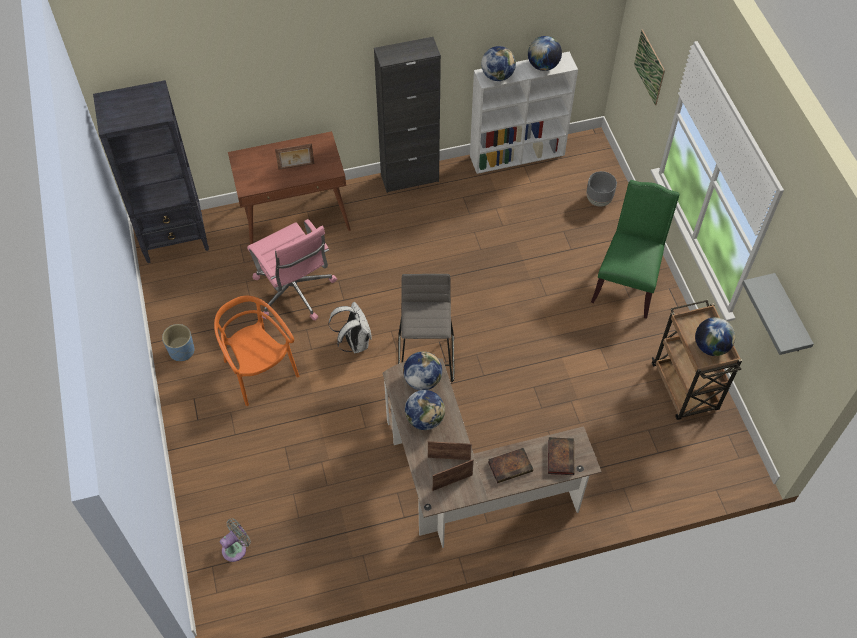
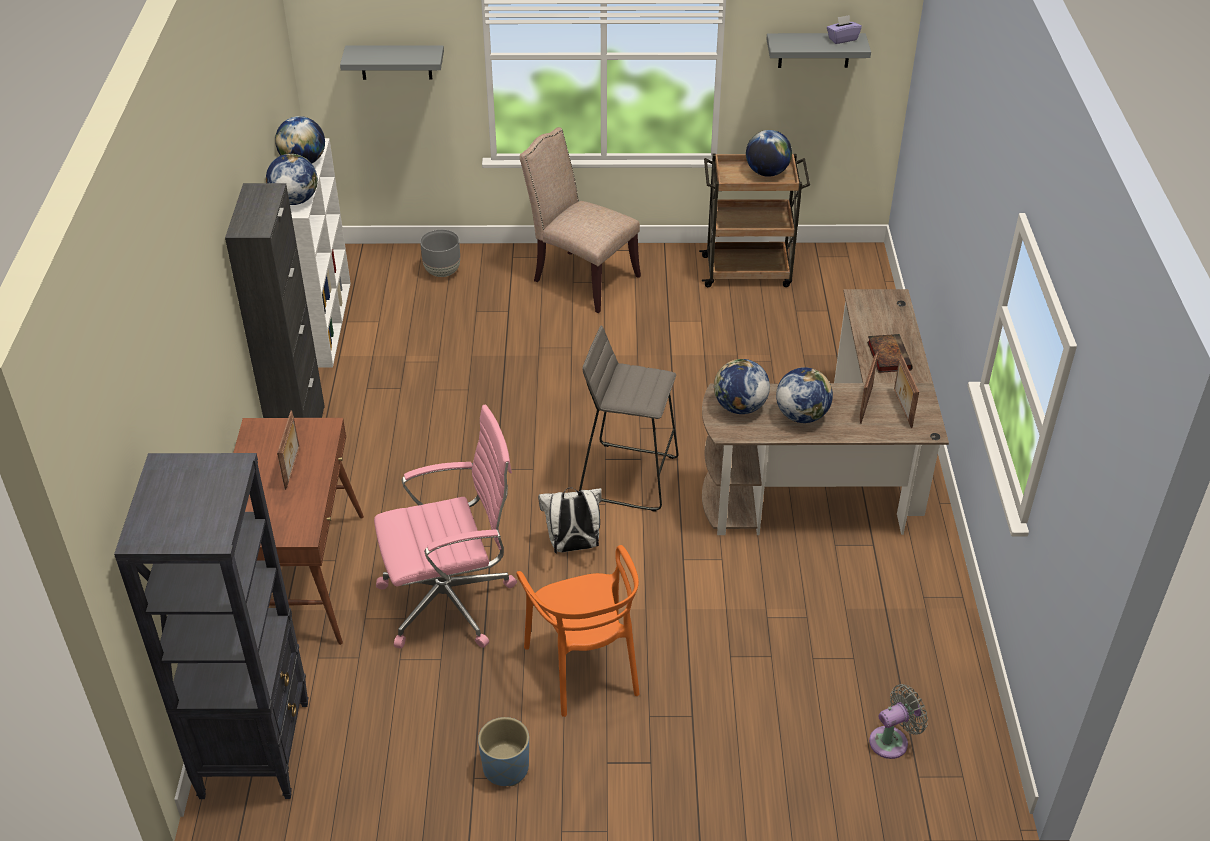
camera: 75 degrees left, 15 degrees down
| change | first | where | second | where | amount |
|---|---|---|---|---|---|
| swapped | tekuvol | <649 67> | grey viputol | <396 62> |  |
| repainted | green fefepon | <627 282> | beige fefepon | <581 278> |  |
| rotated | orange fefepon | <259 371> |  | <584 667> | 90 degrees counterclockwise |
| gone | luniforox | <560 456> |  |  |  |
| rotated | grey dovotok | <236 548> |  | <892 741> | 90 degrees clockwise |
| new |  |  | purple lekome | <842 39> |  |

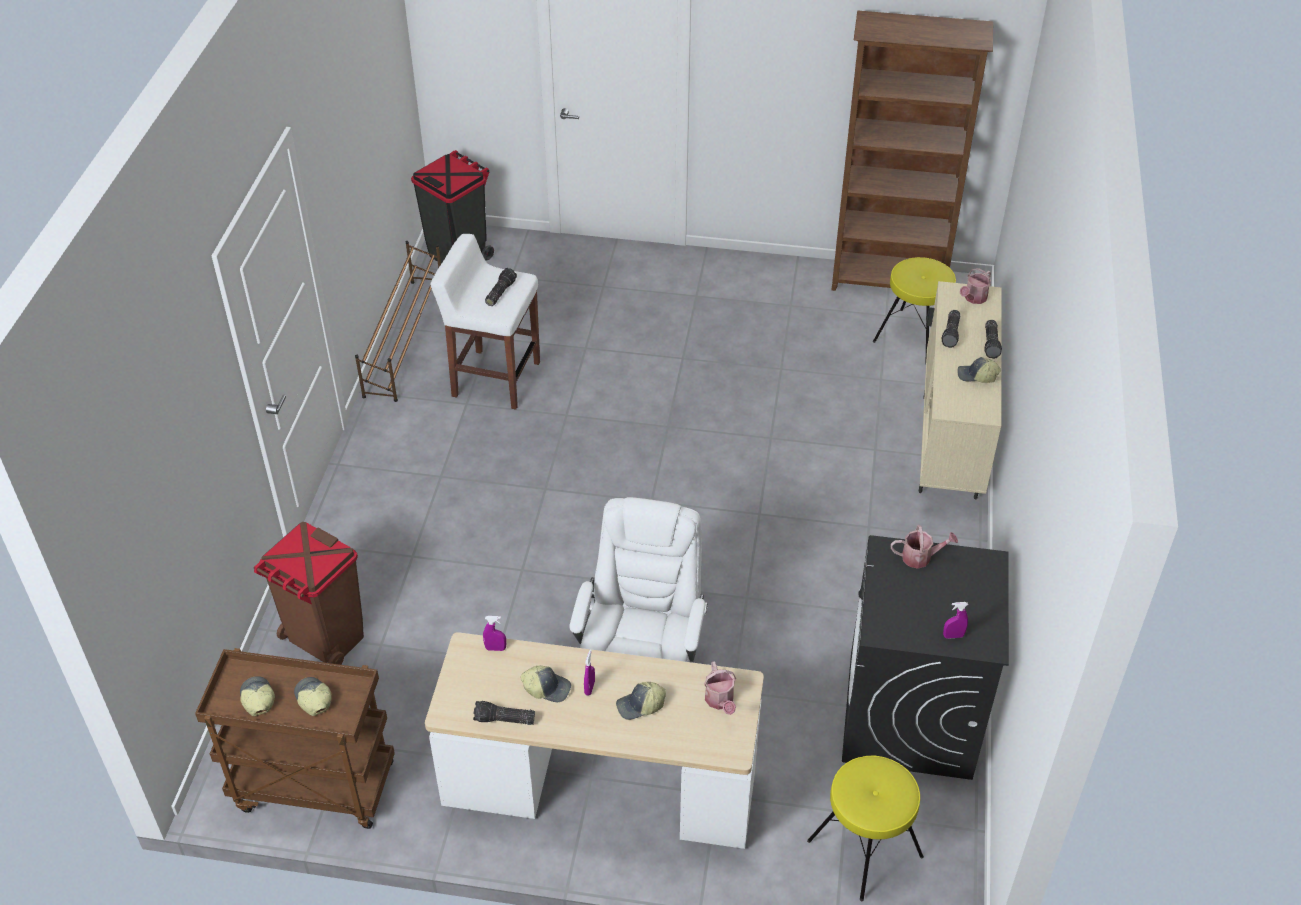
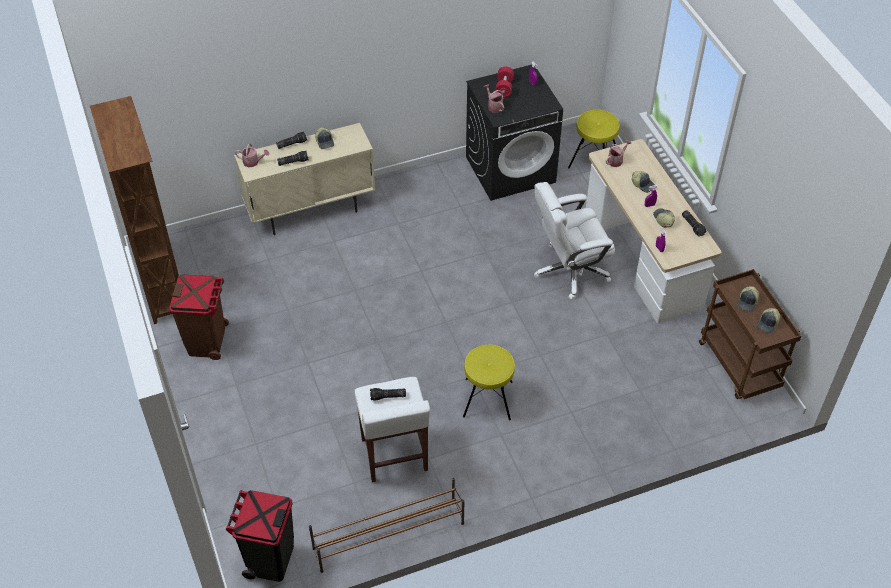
camera: 120 degrees left, 5 degrees up
| change | first | where | second | where | amount |
|---|---|---|---|---|---|
| shifted | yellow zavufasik | <913 336> |  | <488 399> |  |
| shifted | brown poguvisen | <325 639> |  | <207 341> |  |
| new |  |  | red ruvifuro | <504 88> |  |

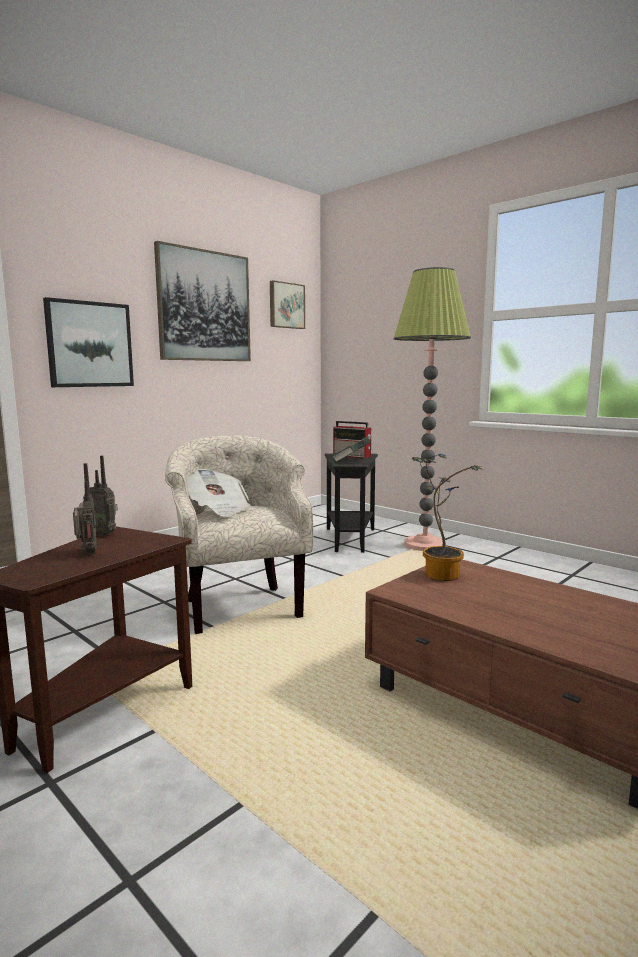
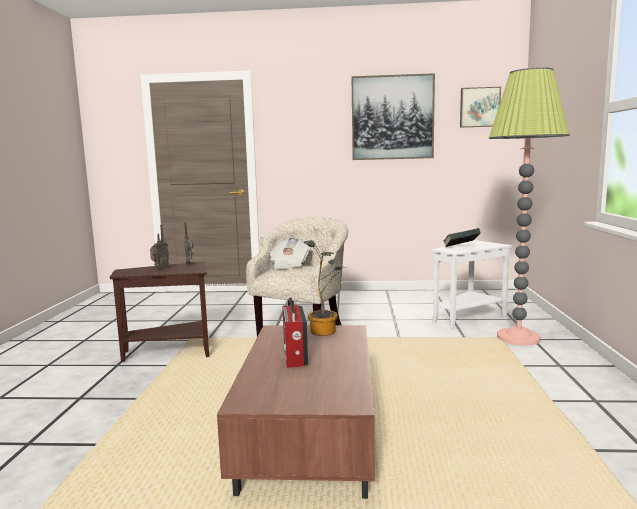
camera: 50 degrees right, 0 degrees up
| change | first | where | second | where | amount |
|---|---|---|---|---|---|
| gone | tekuvol | <89 344> |  |  |  |
| shifted | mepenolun | <352 456> |  | <294 356> |  |
| repainted | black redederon | <350 538> | white redederon | <468 317> |  |

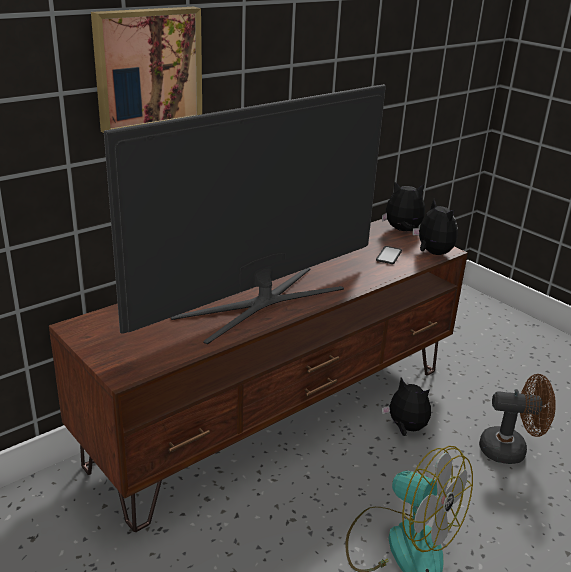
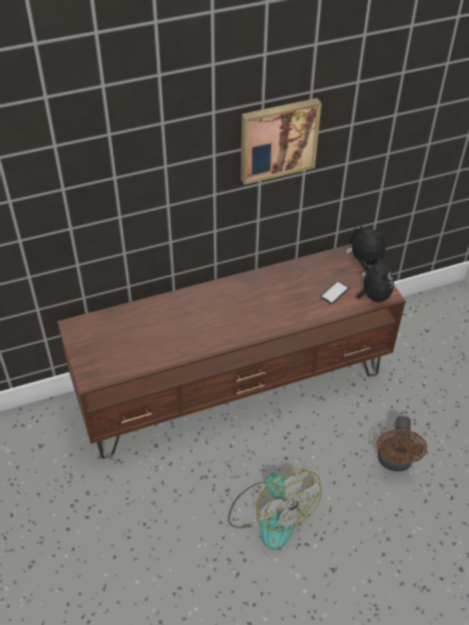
camera: 20 degrees right, 20 degrees up
| change | first | where | second | where | amount |
|---|---|---|---|---|---|
| shifted | tekuvol | <147 68> |  | <278 139> |  |
| gone | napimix | <261 302> |  |  |  |
| rotated | brown dovotok | <510 450> |  | <395 462> | 75 degrees clockwise |
| gone | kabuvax | <405 428> |  |  |  |

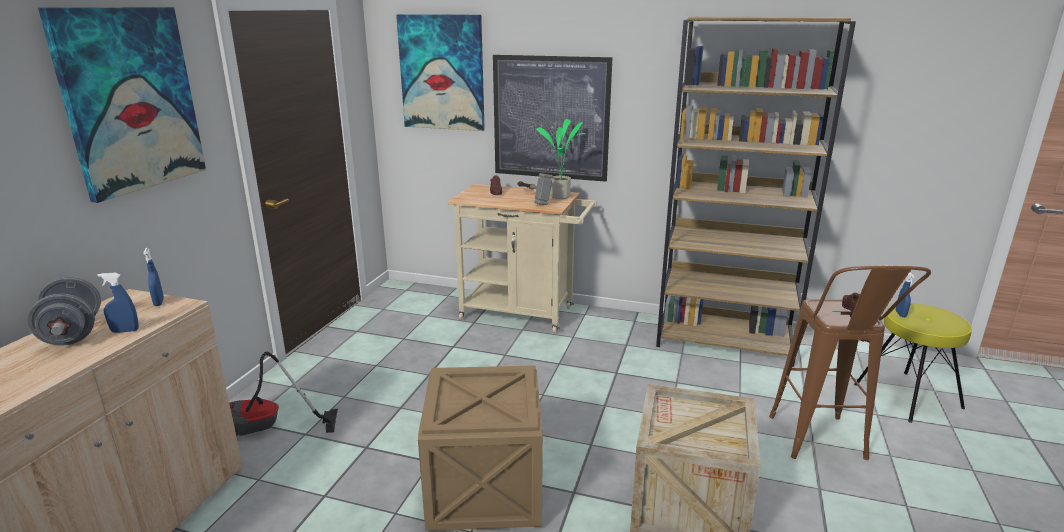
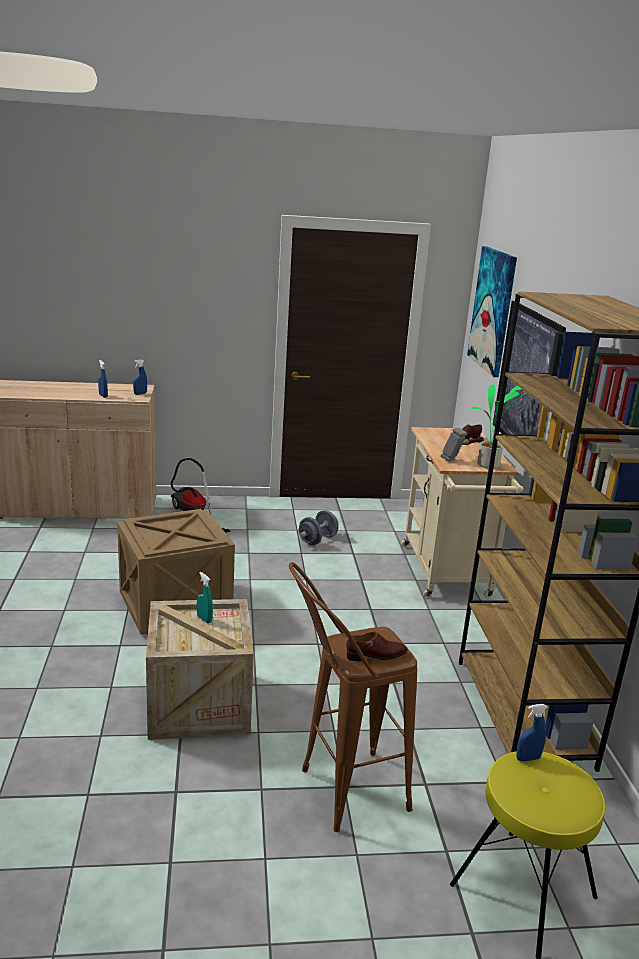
camera: 65 degrees right, 0 degrees up
| change | first | where | second | where | amount |
|---|---|---|---|---|---|
| gone | tekuvol | <131 100> |  |  |  |
| shifted | grey ruvifuro | <73 333> |  | <317 540> |  |
| new |  |  | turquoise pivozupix | <204 619> |  |

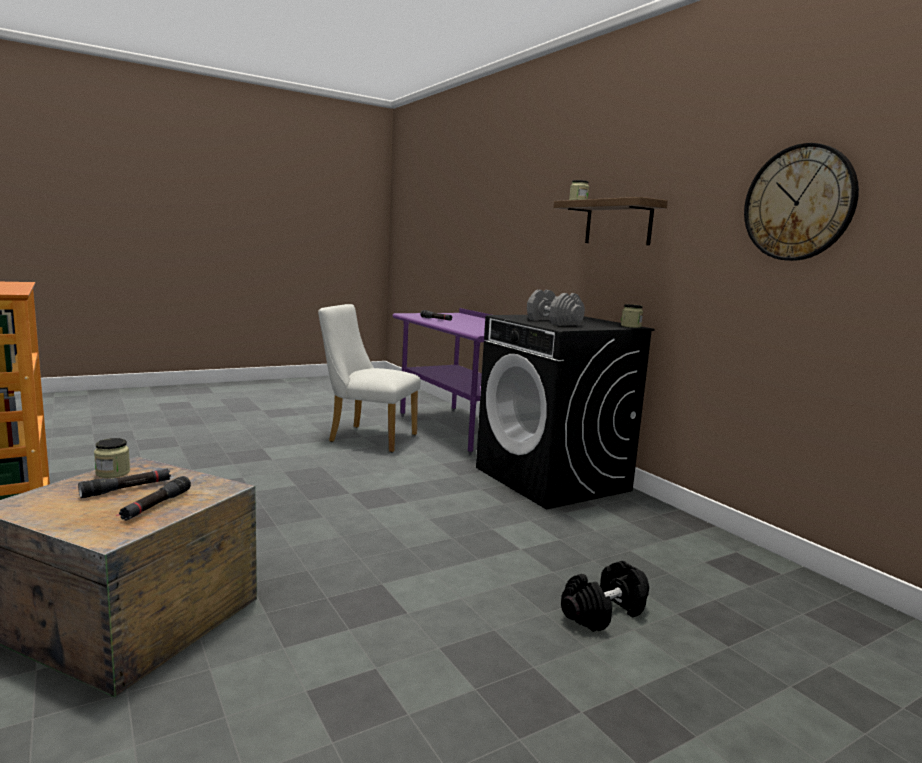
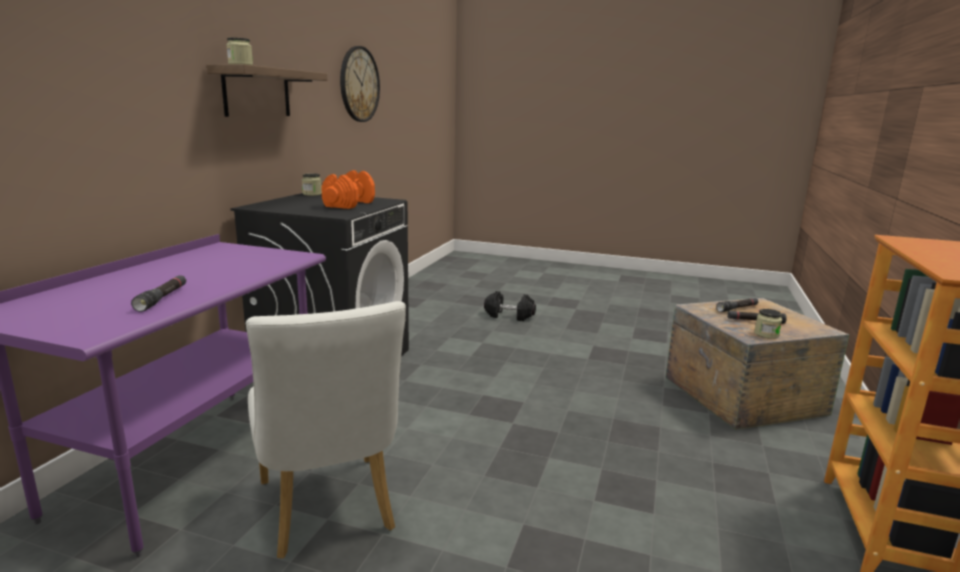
camera: 130 degrees left, 5 degrees up
| change | first | where | second | where | amount |
|---|---|---|---|---|---|
| repainted | grey ruvifuro | <554 322> | orange ruvifuro | <349 204> |  |

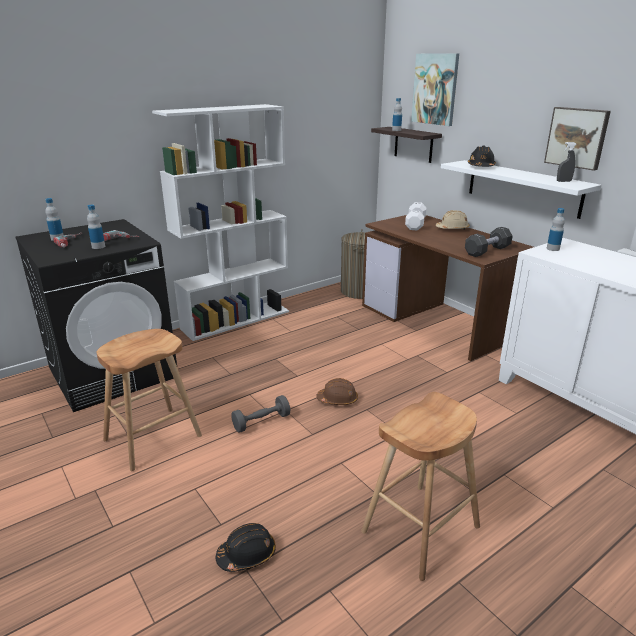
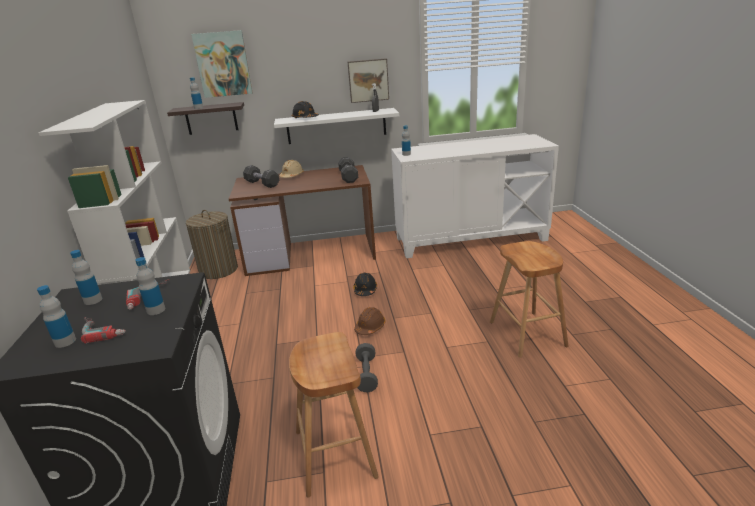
camera: 60 degrees left, 0 degrees up
| change | first | where | second | where | amount |
|---|---|---|---|---|---|
| repainted | white ruvifuro | <415 224> | black ruvifuro | <262 183> |  |
| shifted | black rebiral | <247 555> |  | <365 290> |  |
| new |  |  | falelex | <93 300> |  |

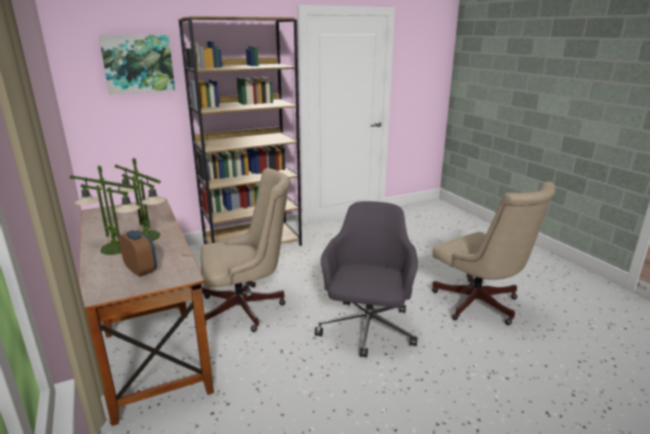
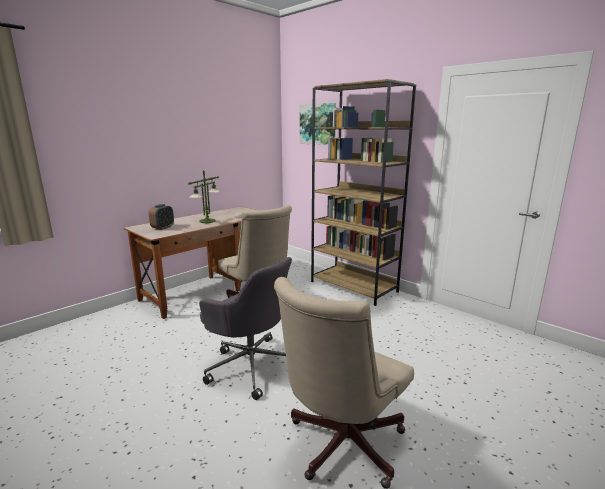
camera: 70 degrees right, 5 degrees down
| change | first | where | second | where | amount |
|---|---|---|---|---|---|
| gone | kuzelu | <116 248> |  |  |  |
| rotated | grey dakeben | <367 330> |  | <251 365> | 45 degrees clockwise |

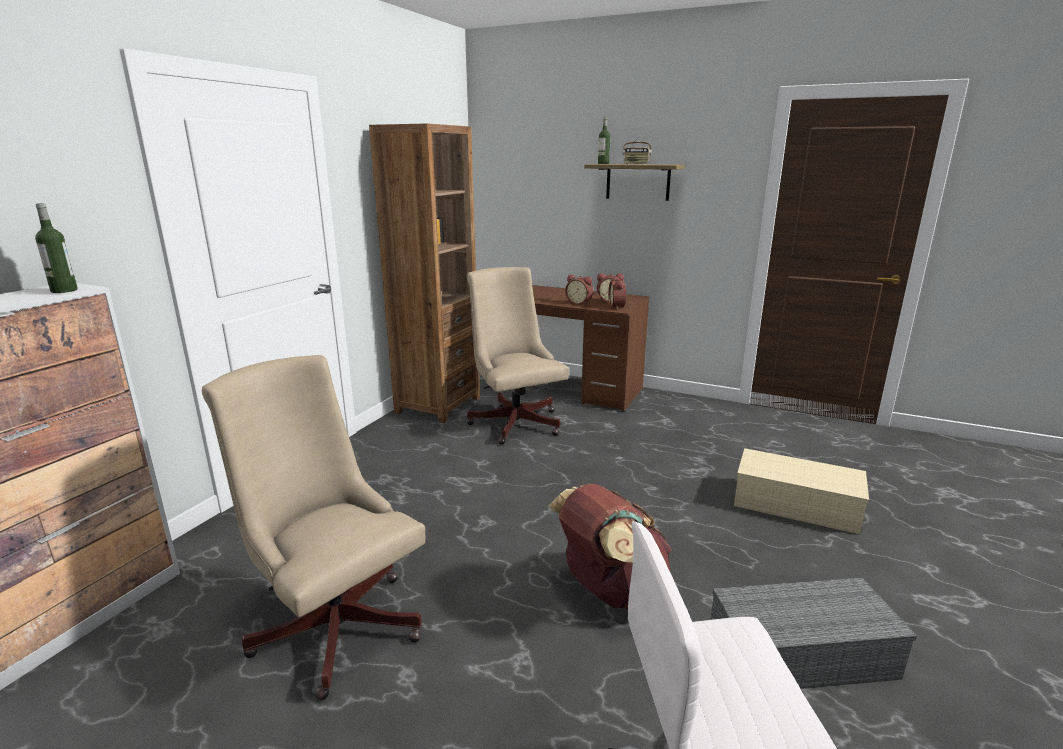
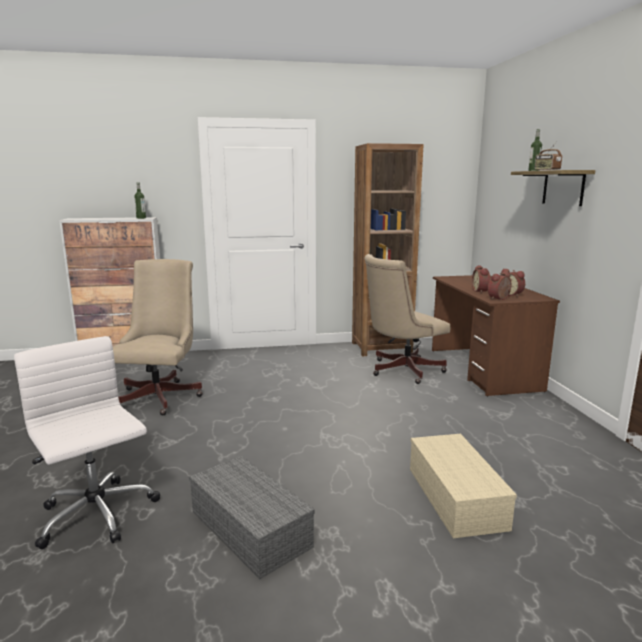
camera: 55 degrees right, 5 degrees down
| change | first | where | second | where | amount |
|---|---|---|---|---|---|
| rotated | beige dakeben | <514 421> |  | <401 370> | 150 degrees counterclockwise |
| gone | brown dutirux | <610 591> |  |  |  |

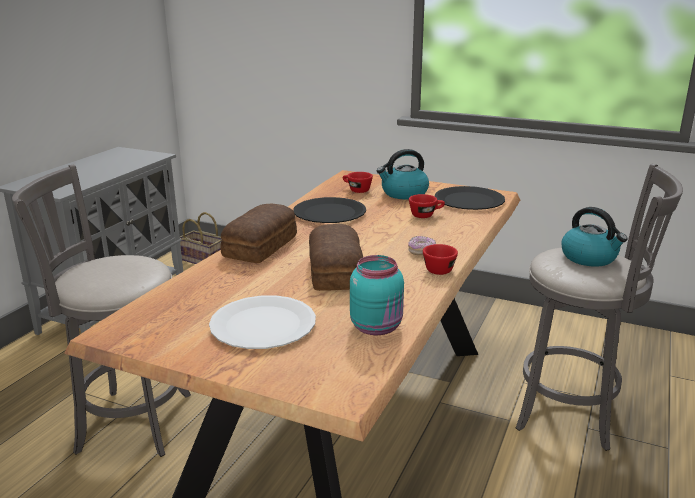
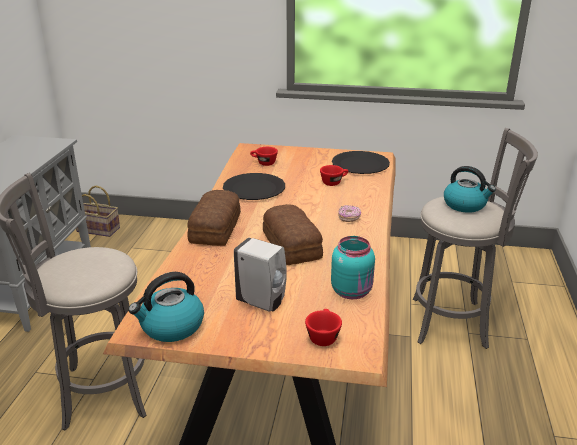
camera: 15 degrees left, 5 degrees up
| change | first | where | second | where | amount |
|---|---|---|---|---|---|
| shifted | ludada | <403 193> |  | <171 327> |  |
| shifted | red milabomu | <440 268> |  | <323 336> |  |
| swapped | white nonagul | <263 324> | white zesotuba | <262 302> |  |

